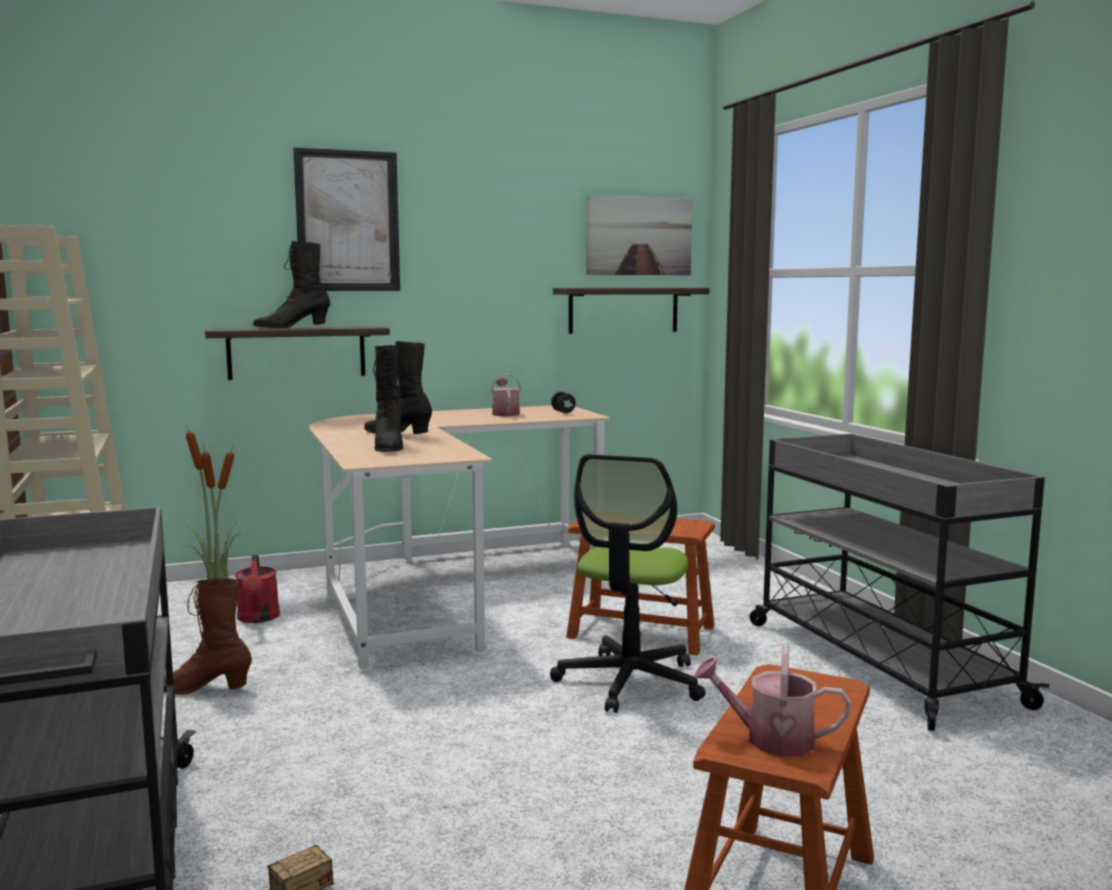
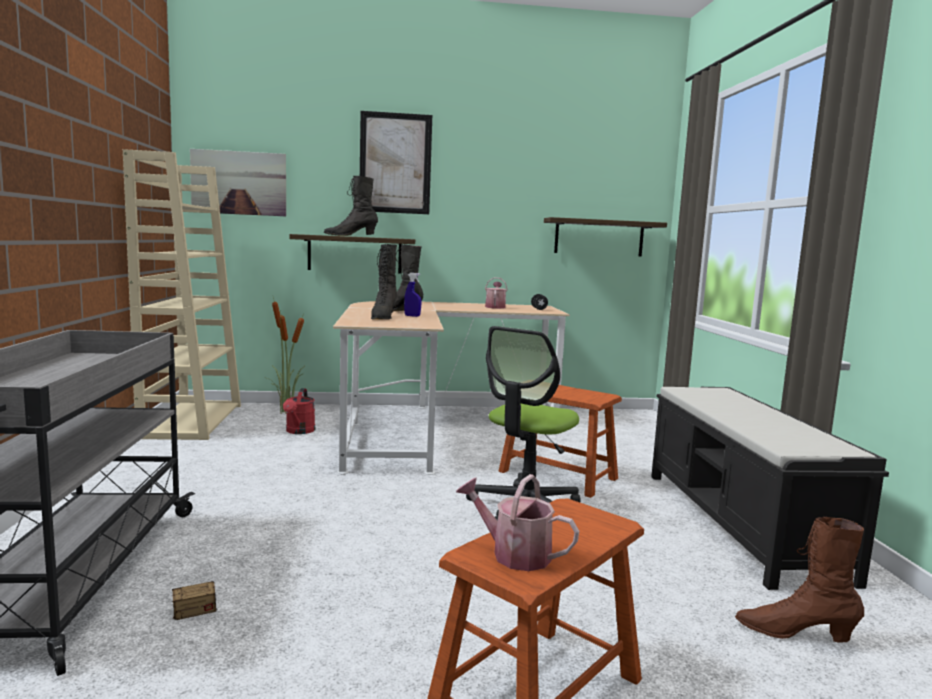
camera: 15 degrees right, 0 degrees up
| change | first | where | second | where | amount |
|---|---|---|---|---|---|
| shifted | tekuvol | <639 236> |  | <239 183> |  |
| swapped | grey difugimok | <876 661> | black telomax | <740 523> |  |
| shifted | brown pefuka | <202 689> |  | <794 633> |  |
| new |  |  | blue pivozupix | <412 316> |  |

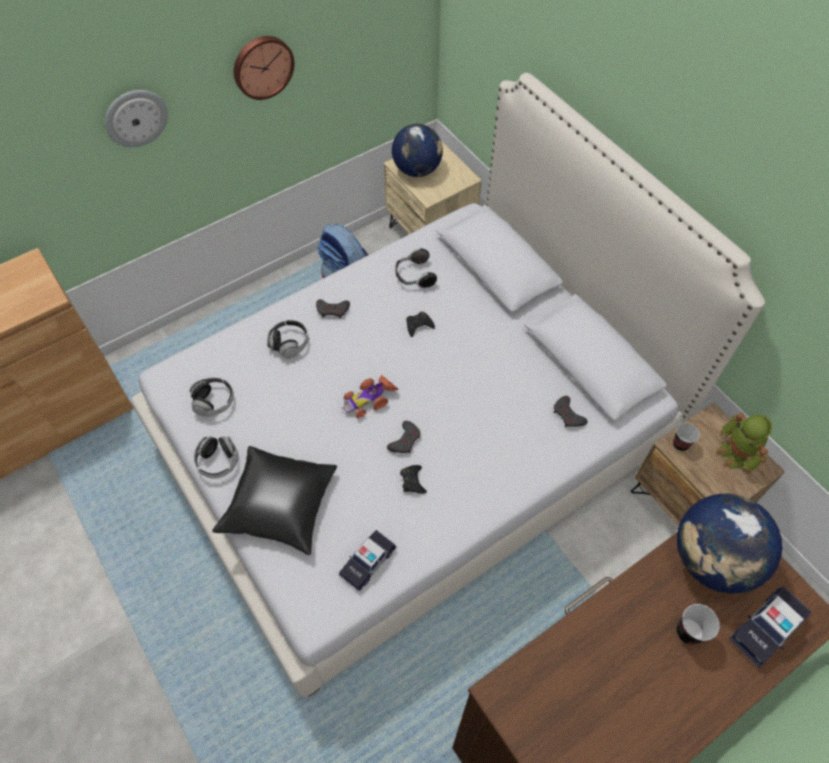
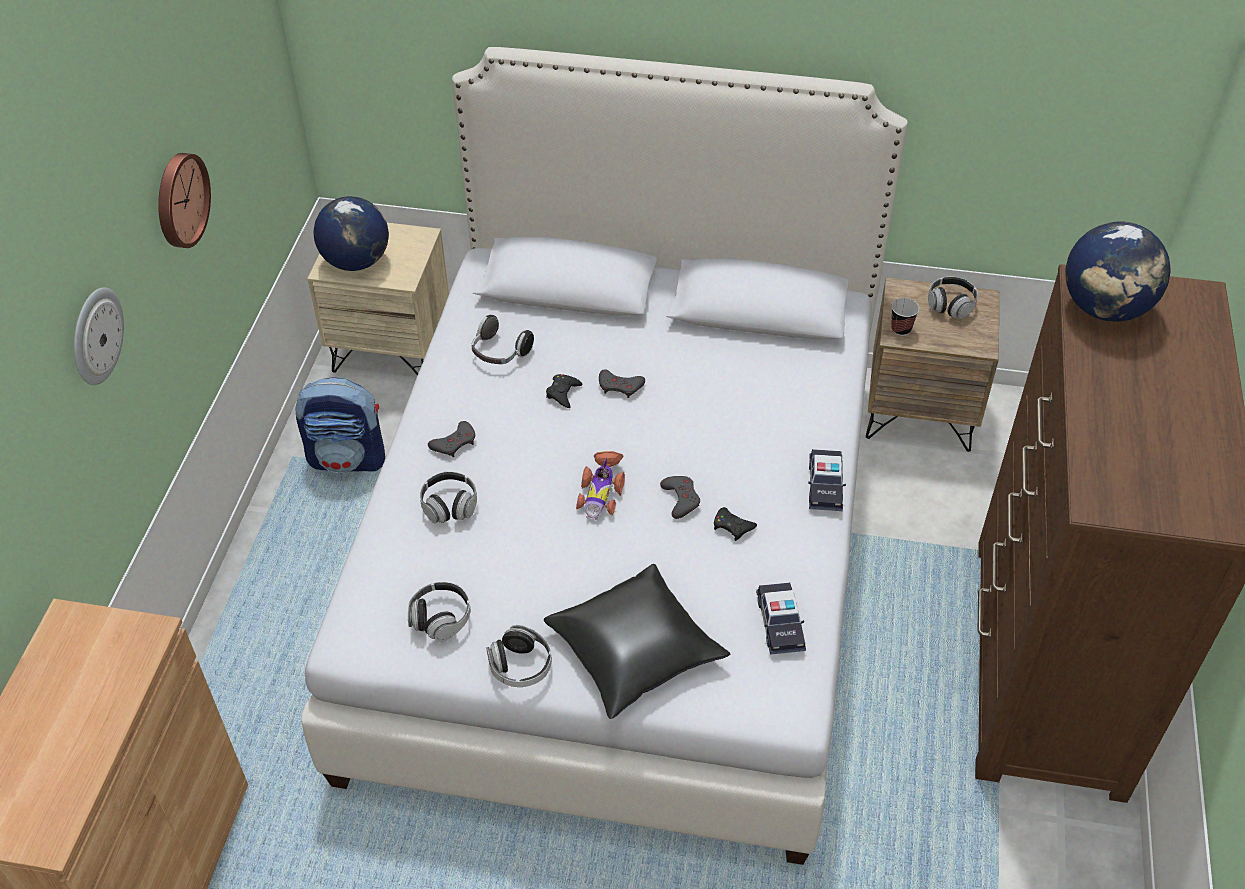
camera: 45 degrees left, 10 degrees down
| change | first | where | second | where | amount |
|---|---|---|---|---|---|
| shifted | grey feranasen | <568 415> |  | <620 386> |  |
| swapped | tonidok | <735 455> | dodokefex | <950 305> |  |
| shifted | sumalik | <766 628> |  | <825 485> |  |
| gone | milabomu | <688 632> |  |  |  |

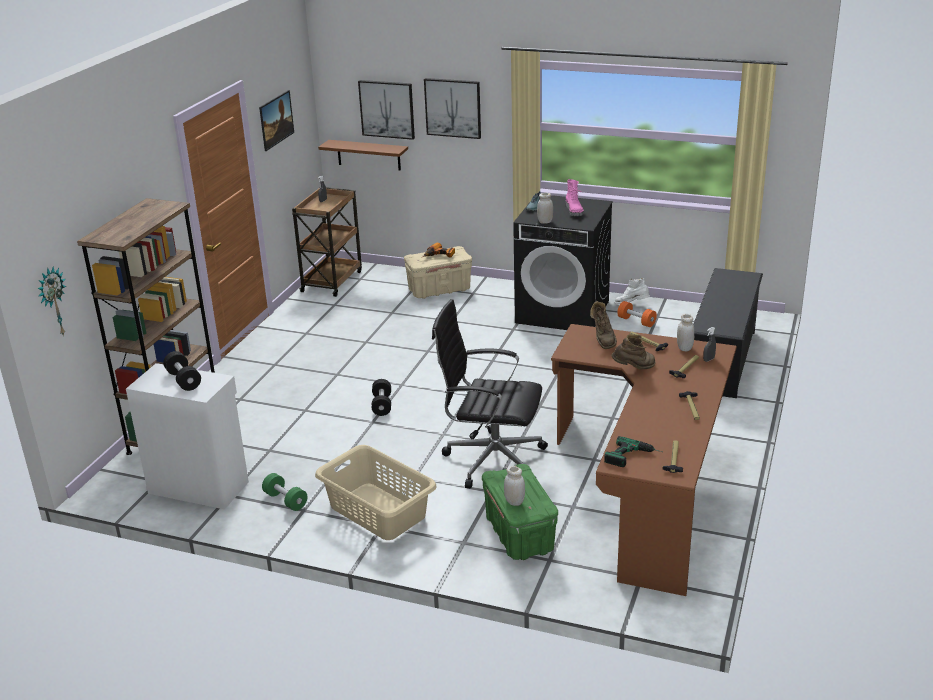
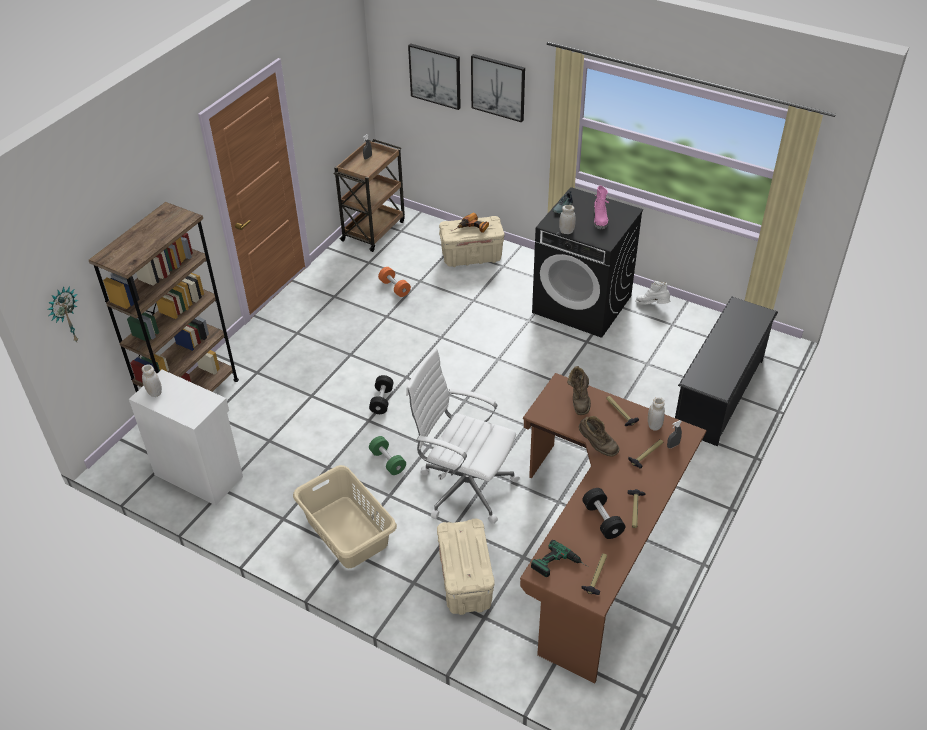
camera: 10 degrees right, 15 degrees up
| change | first | where | second | where | amount |
|---|---|---|---|---|---|
| gone | tekuvol | <277 131> |  |  |  |
| gone | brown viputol | <368 155> |  |  |  |
| repainted | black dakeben | <491 459> | white dakeben | <464 486> |  |
| shifted | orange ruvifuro | <636 321> |  | <394 288> |  |
| rotated | brown pefuka | <634 368> |  | <597 445> | 45 degrees clockwise |
| shifted | black ruvifuro | <183 380> |  | <602 520> |  |
| repainted | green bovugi | <520 534> | beige bovugi | <466 582> |  |
| shifted | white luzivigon | <514 502> |  | <155 393> |  |
| shifted | green ruvifuro | <285 500> |  | <388 461> |  |

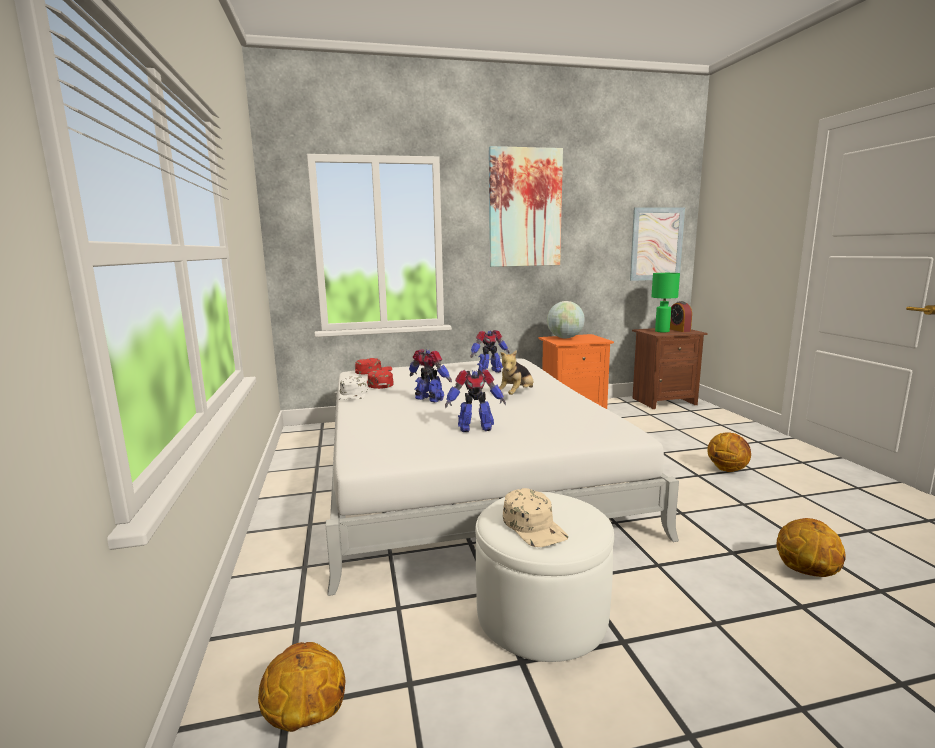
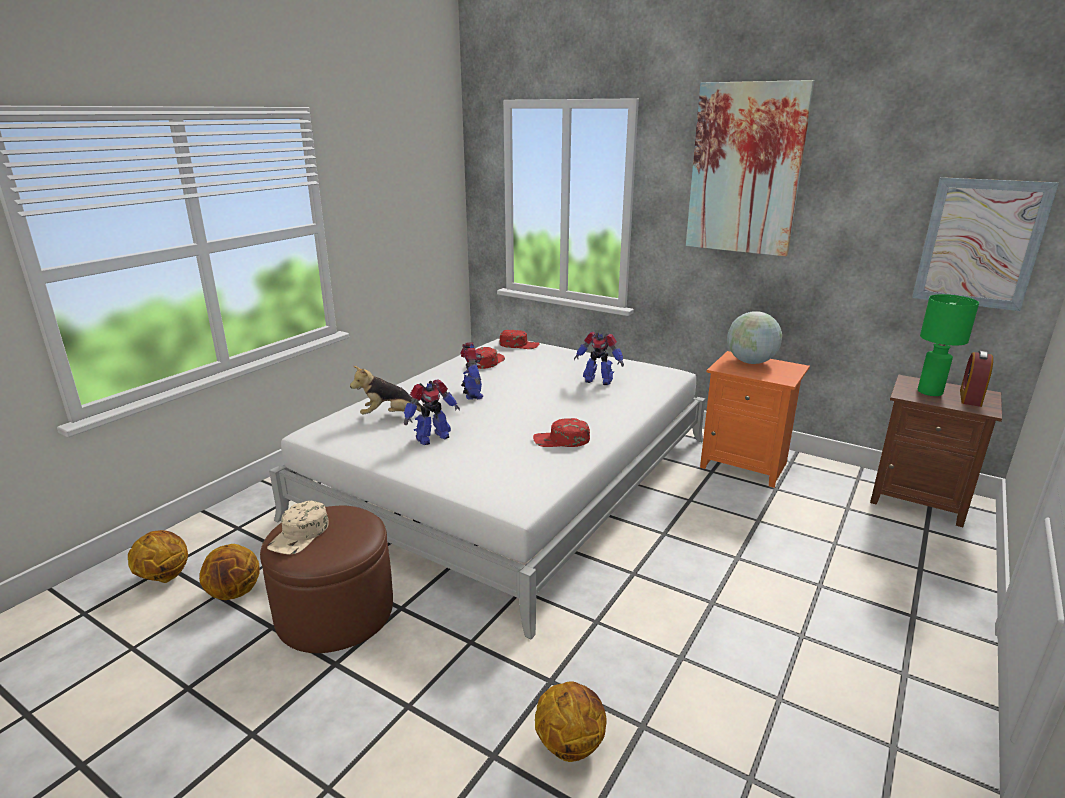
camera: 45 degrees right, 10 degrees up
| change | first | where | second | where | amount |
|---|---|---|---|---|---|
| shifted | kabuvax | <516 394> |  | <390 416> |  |
| rotated | tonidok | <475 428> |  | <431 438> | 75 degrees counterclockwise |
| gone | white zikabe | <353 394> |  |  |  |
| shifted | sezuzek | <727 469> |  | <235 593> |  |
| repainted | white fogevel | <542 613> | brown fogevel | <335 611> |  |
| new |  |  | red zikabe | <561 440> |  |

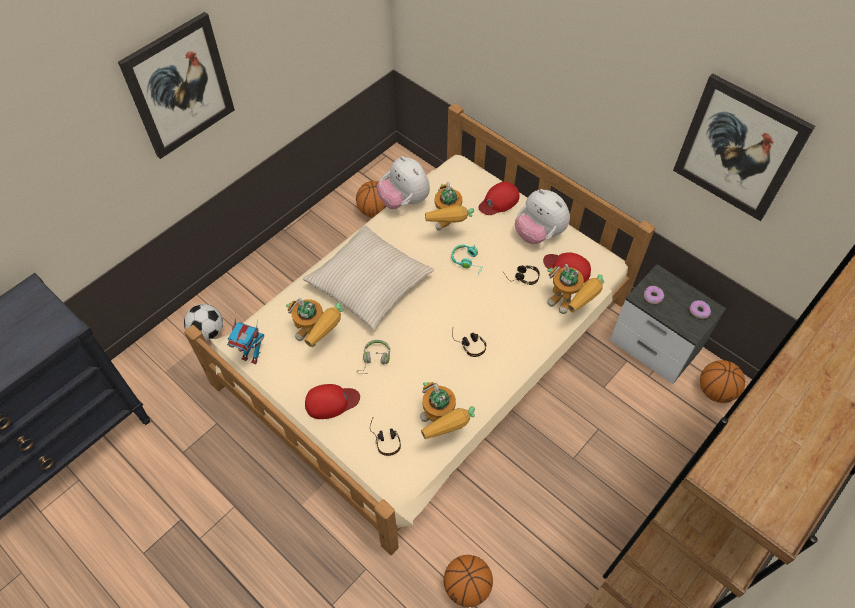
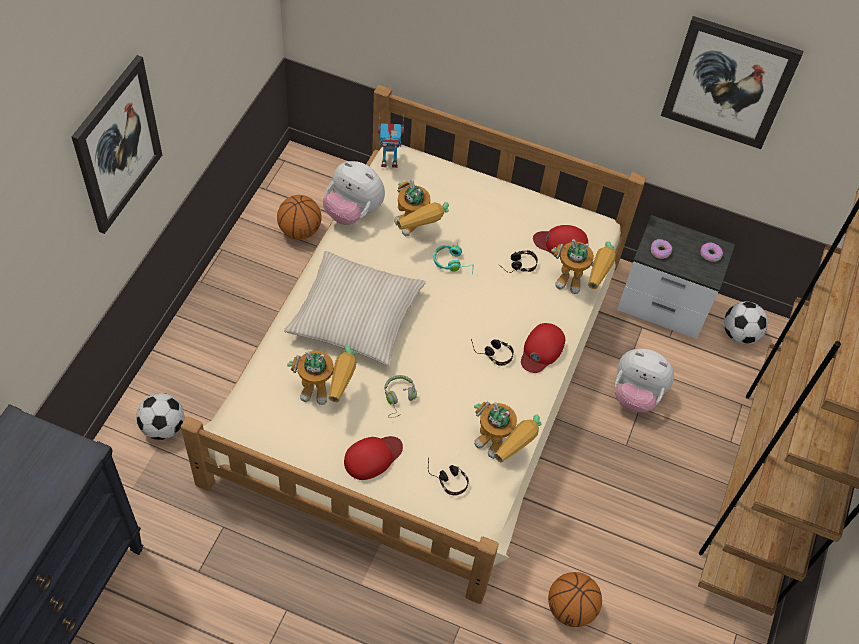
camera: 25 degrees left, 0 degrees up
| change | first | where | second | where | amount |
|---|---|---|---|---|---|
| shifted | red zikabe | <499 201> |  | <541 350> |  |
| shifted | kabuvax | <539 233> |  | <636 394> |  |
| shifted | tonidok | <252 356> |  | <389 162> |  |
| swapped | sezuzek | <715 391> | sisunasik | <740 334> |  |

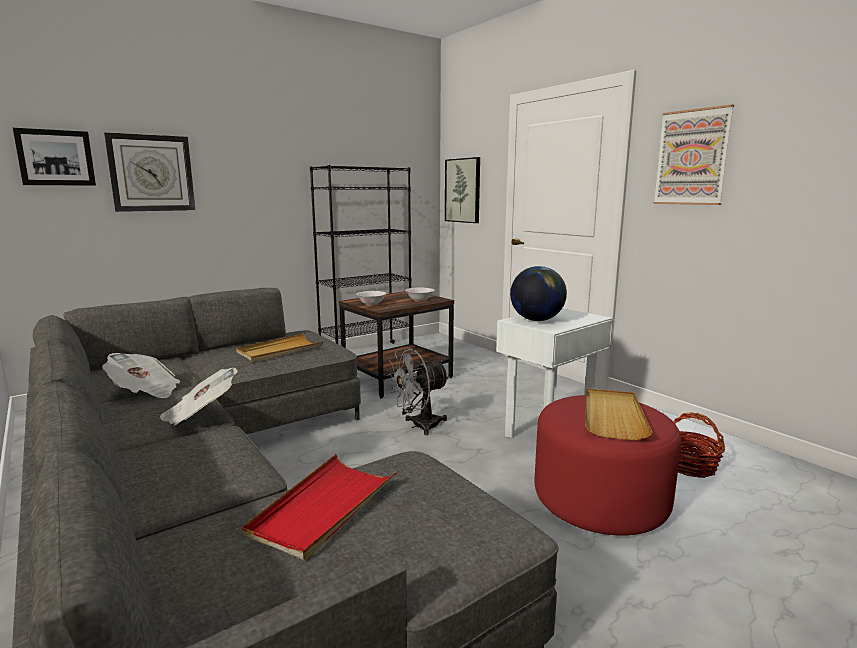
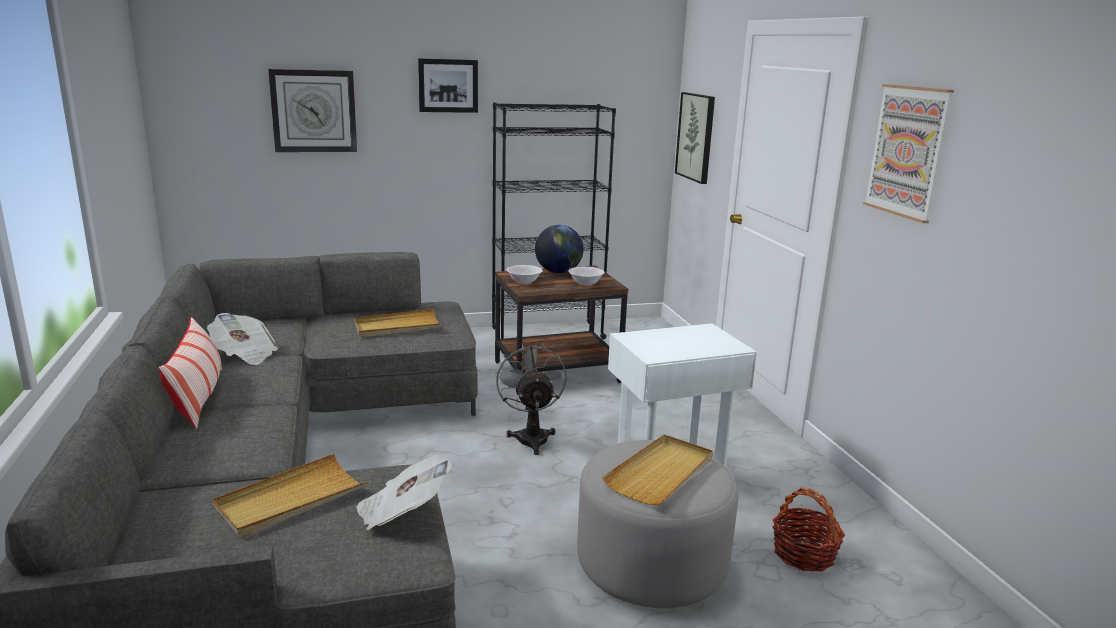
camera: 20 degrees right, 5 degrees up
| change | first | where | second | where | amount |
|---|---|---|---|---|---|
| shifted | tekuvol | <56 158> |  | <448 85> |  |
| shifted | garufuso | <536 320> |  | <558 272> |  |
| rotated | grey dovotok | <419 426> |  | <531 436> | 90 degrees clockwise |
| shifted | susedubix | <200 414> |  | <402 513> |  |
| repainted | red fogevel | <600 500> | grey fogevel | <652 564> |  |
| repainted | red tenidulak | <324 508> | beige tenidulak | <291 499> |  |
| new |  |  | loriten | <198 398> |  |

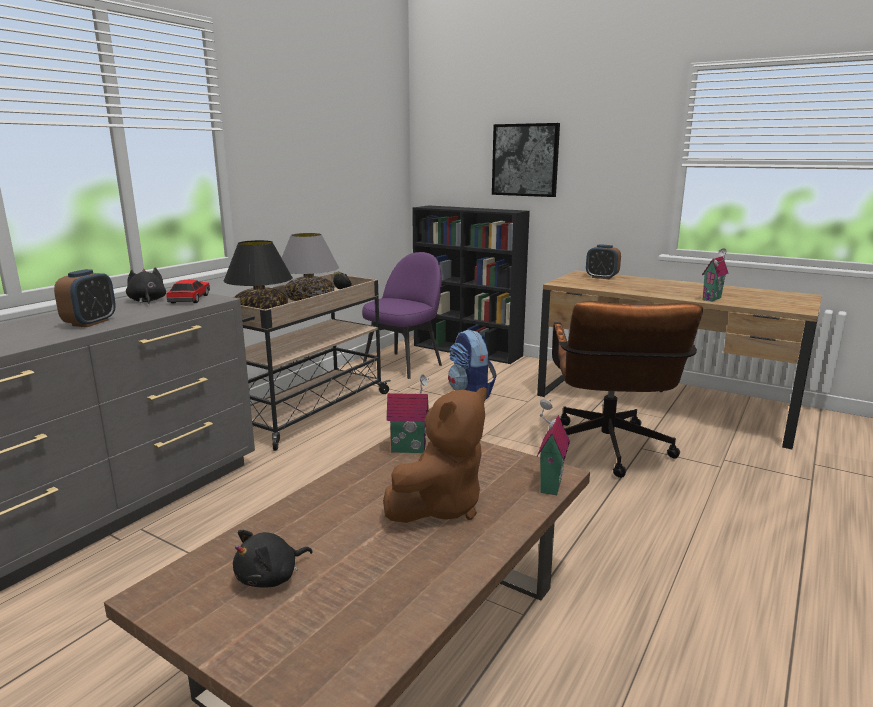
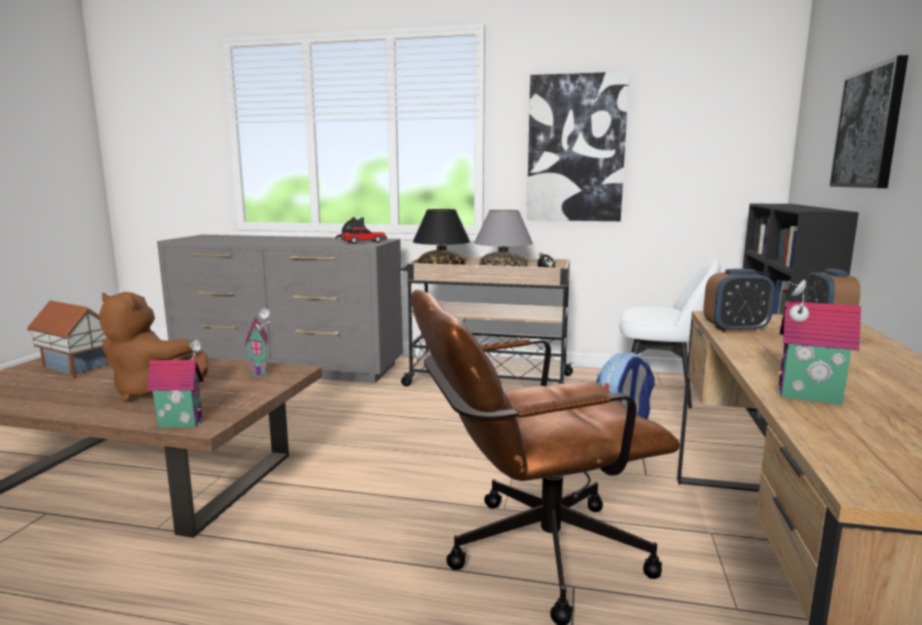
camera: 70 degrees right, 5 degrees down
| change | first | where | second | where | amount |
|---|---|---|---|---|---|
| repainted | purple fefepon | <404 365> | white fefepon | <659 391> |  |
| shifted | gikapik | <90 323> |  | <735 329> |  |
| swapped | black kabuvax | <271 577> | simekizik | <76 367> |  |
| new |  |  | tekuvol | <576 149> |  |

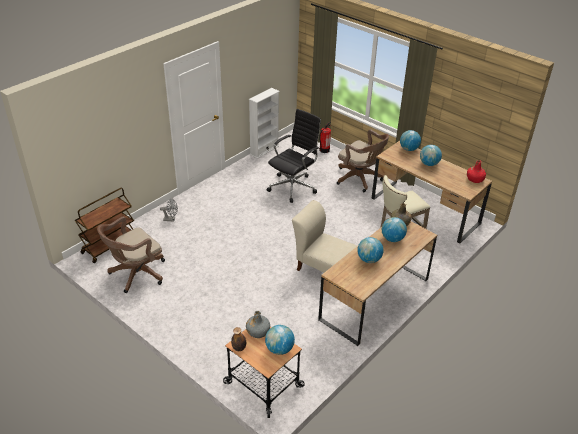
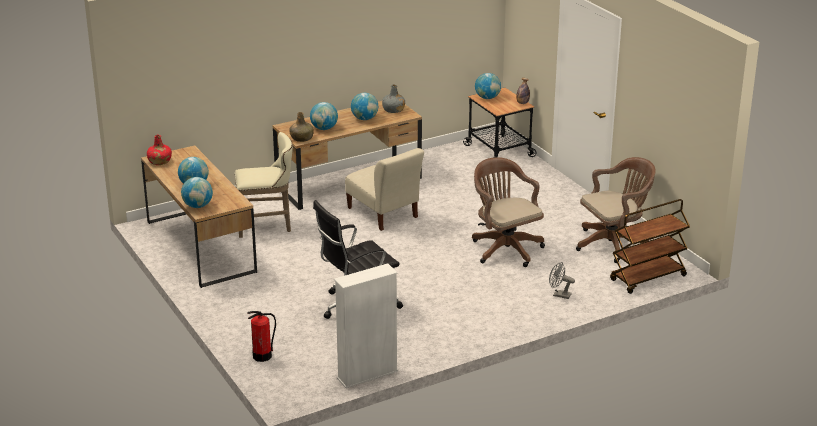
camera: 160 degrees left, 10 degrees down
| change | first | where | second | where | amount |
|---|---|---|---|---|---|
| shifted | brown dakeben | <360 179> |  | <504 248> |  |
| shifted | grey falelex | <258 331> |  | <393 110> |  |

